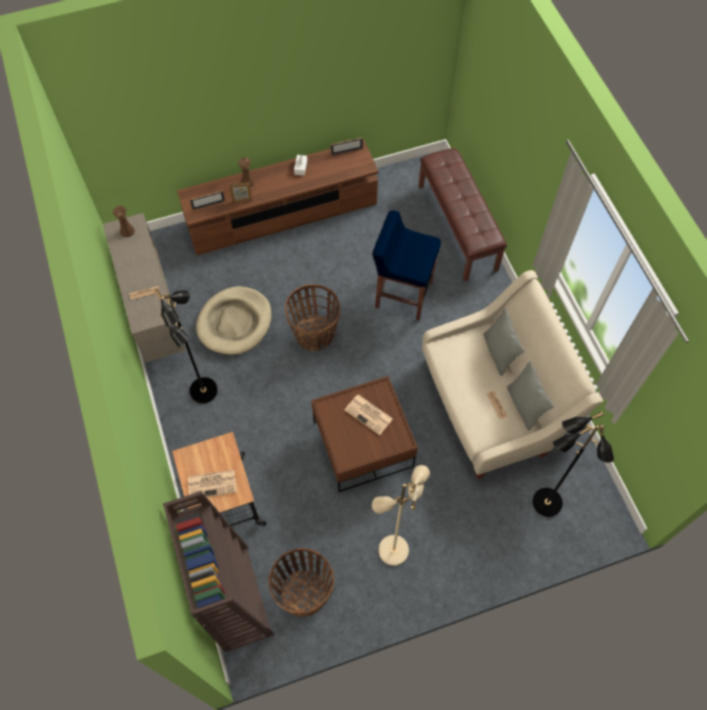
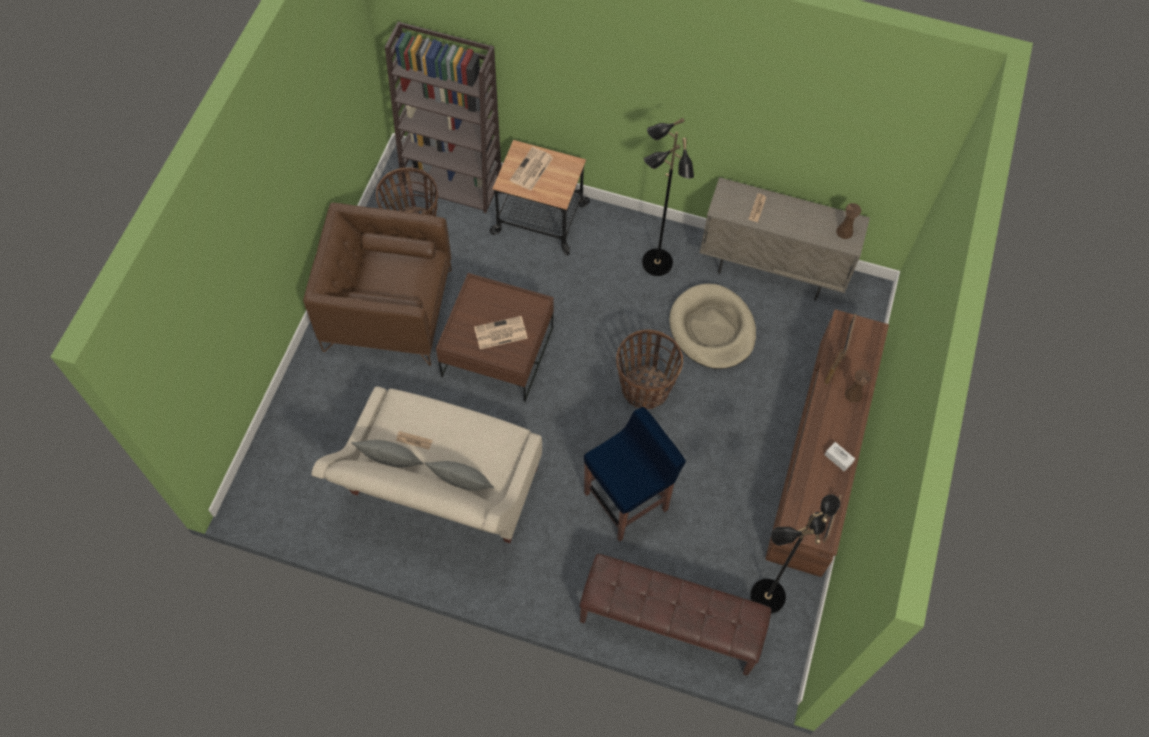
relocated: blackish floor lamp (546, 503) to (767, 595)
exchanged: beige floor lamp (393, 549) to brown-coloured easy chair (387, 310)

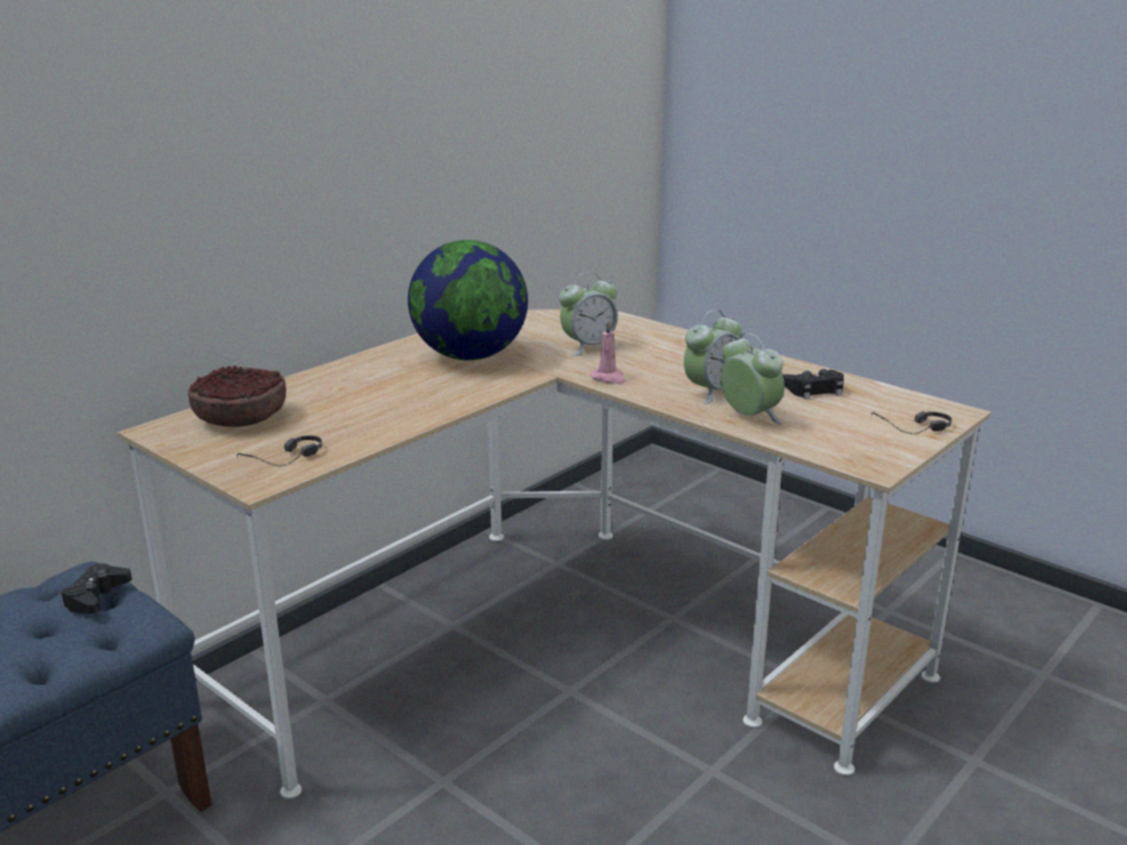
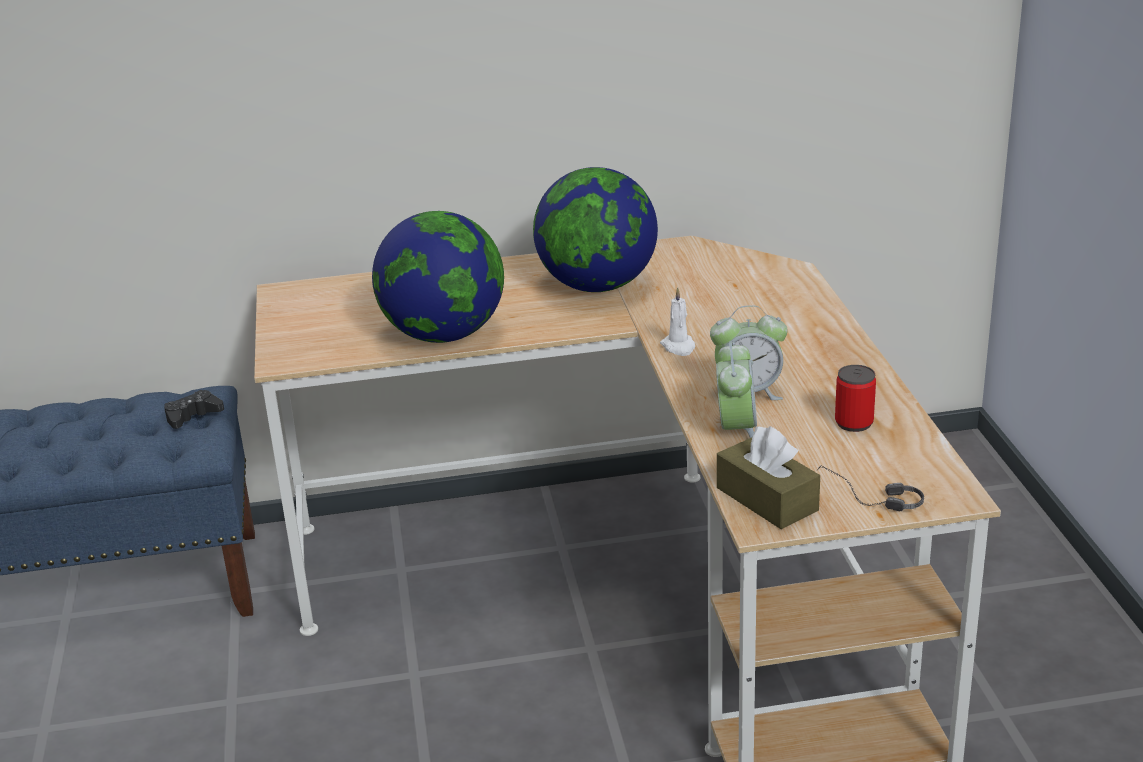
missing: bedside clock (588, 347); deep dish (241, 418); pair of headphones (284, 462)
appeared: desk globe (444, 335); brown-coloured box of tissues (767, 499)
exchanged: blackish gamepad (815, 390) to metal can (854, 423)
colour: pink candle (609, 378) to white candle (679, 347)

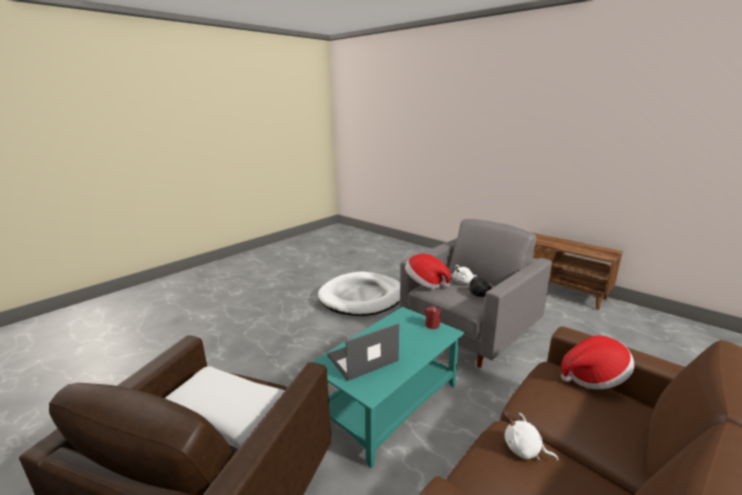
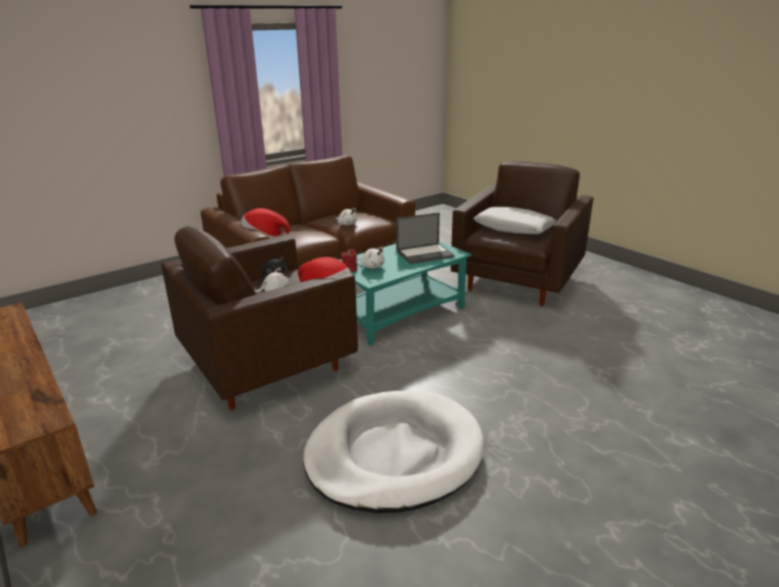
appeared: white plush toy (372, 266)
colour: grey easy chair (469, 334) to brown-coloured easy chair (268, 365)

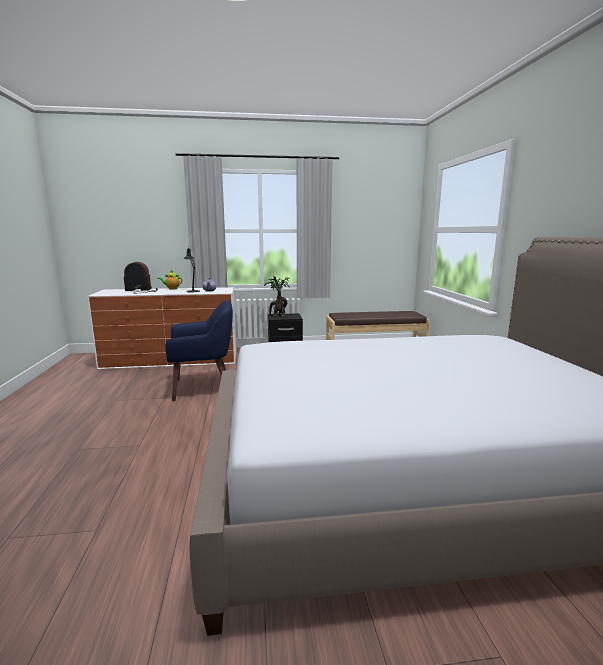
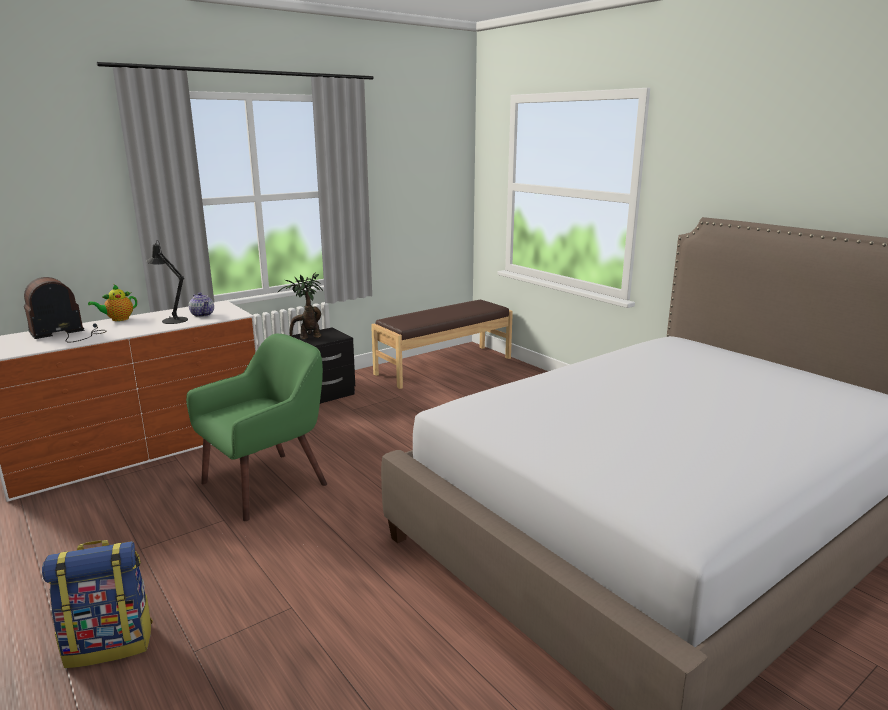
appeared: backpack (110, 643)
colour: blue-coloured easy chair (203, 387) to greenish easy chair (266, 483)

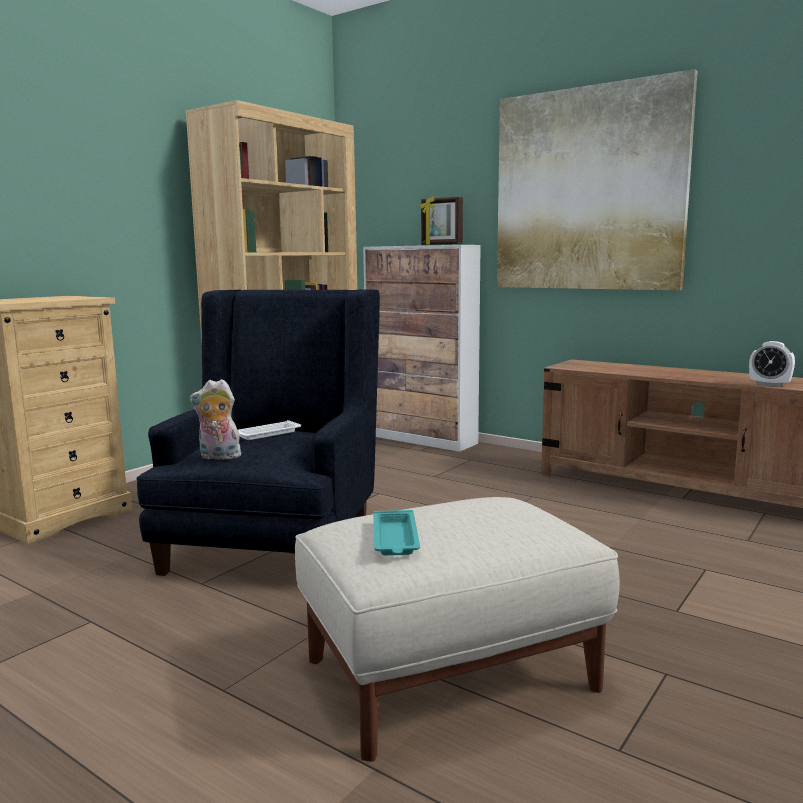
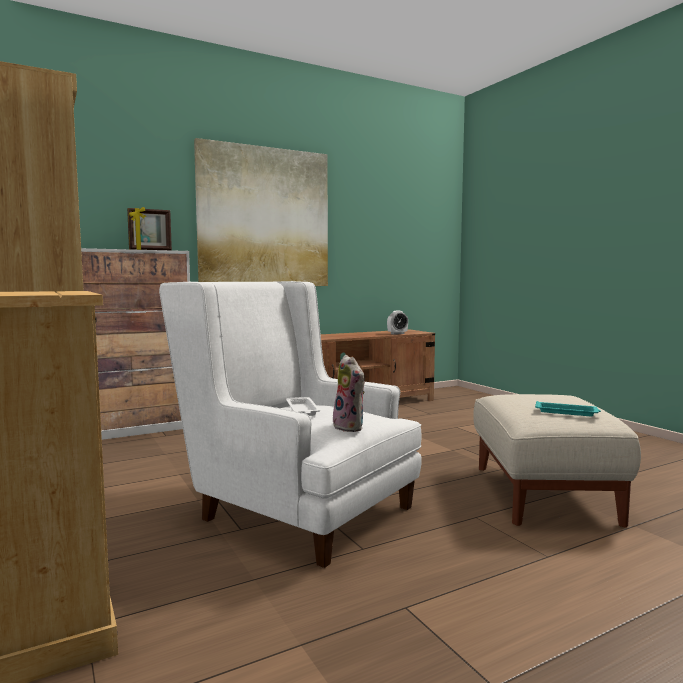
colour: blue-coloured easy chair (277, 538) to white easy chair (295, 508)
spun: plush toy (218, 457) = (351, 427) 60 degrees counterclockwise

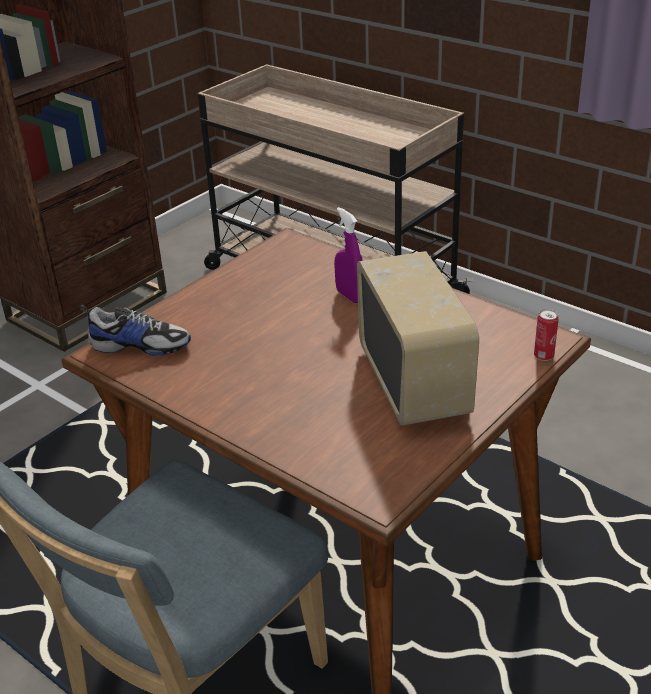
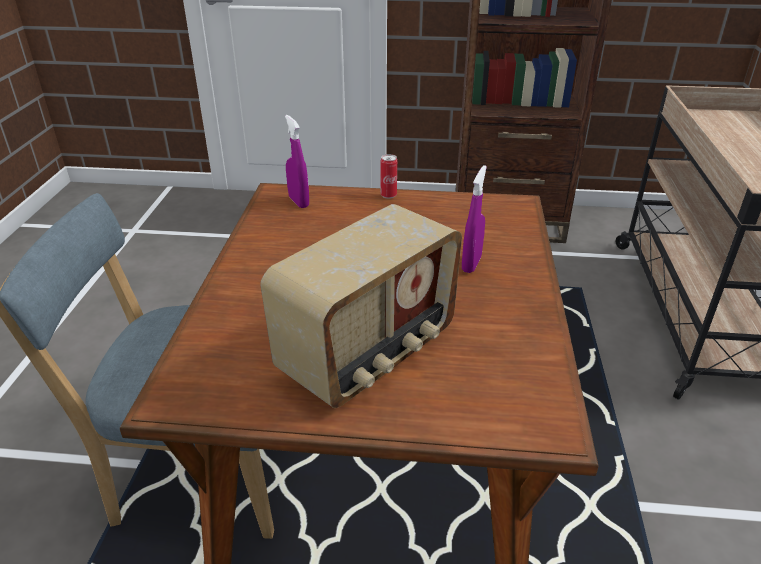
relocated: metal can (543, 356) to (388, 195)
exchanged: item of footwear (140, 345) to purple sprayer (298, 202)

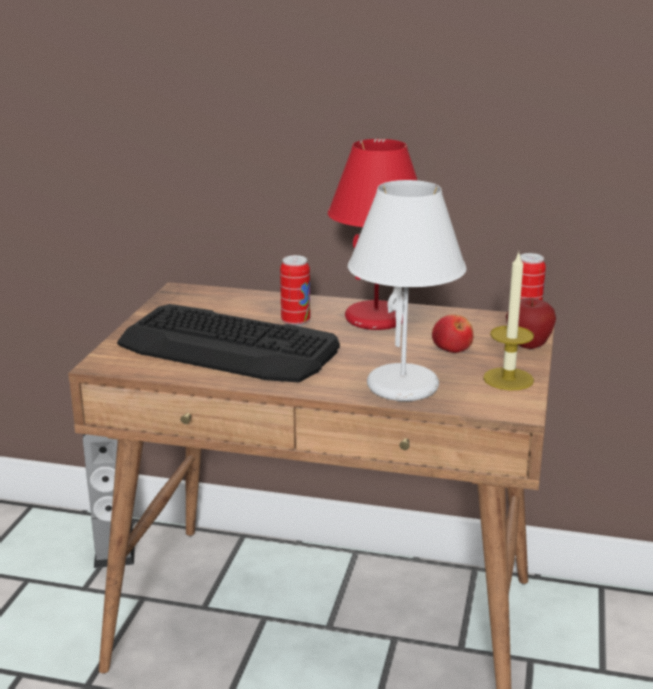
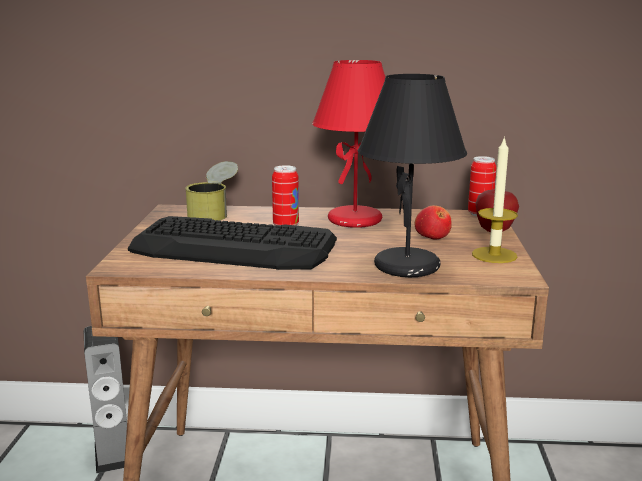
appeared: metal can (214, 213)
colour: white tabletop lamp (403, 387) to blackish tabletop lamp (408, 267)

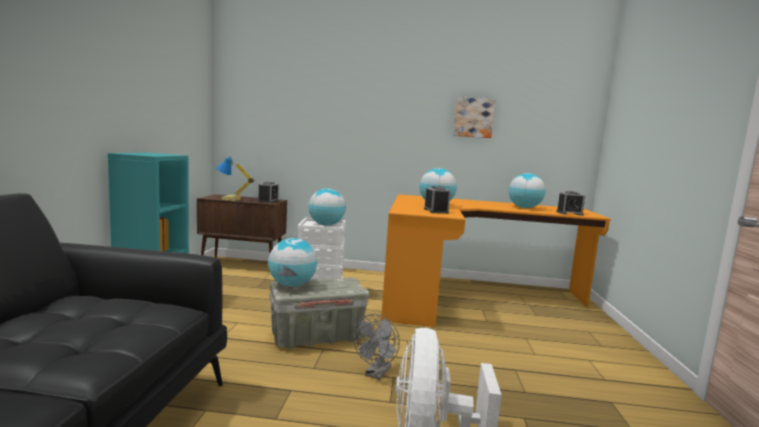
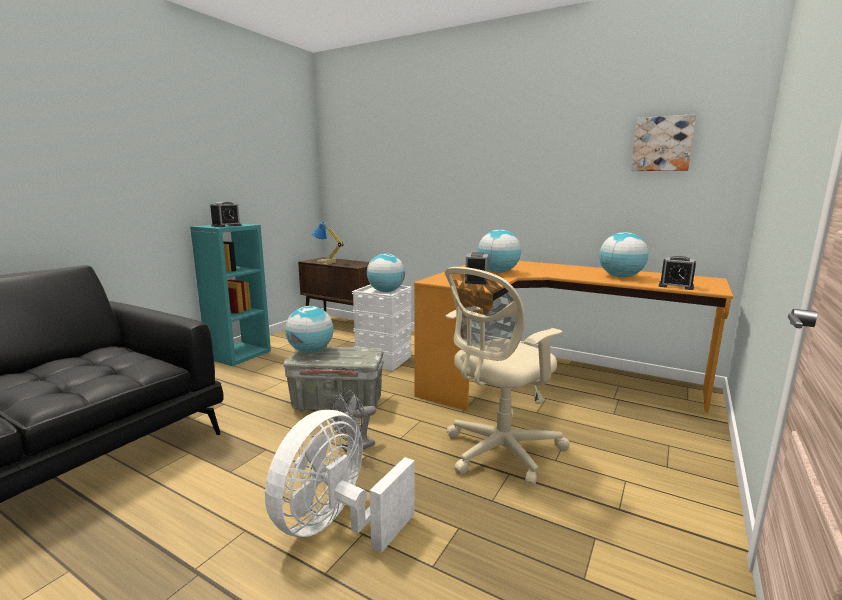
appeared: beige computer chair (498, 452)
relocated: wall picture (473, 117) to (662, 144); bedside clock (268, 201) to (226, 226)

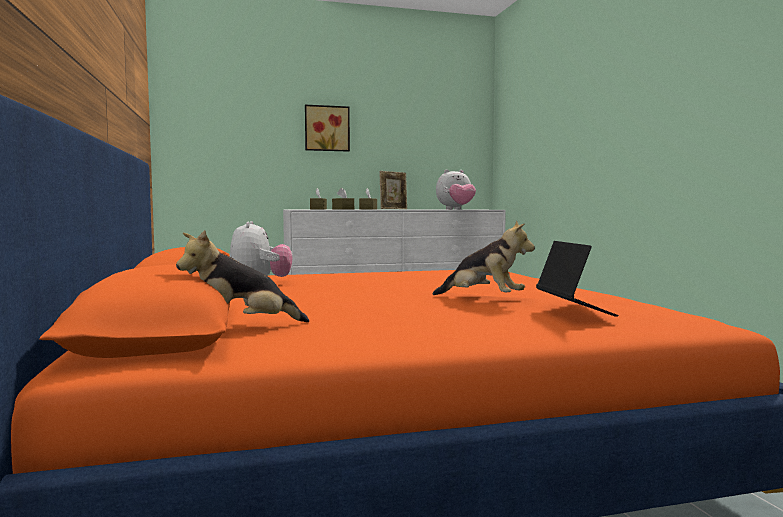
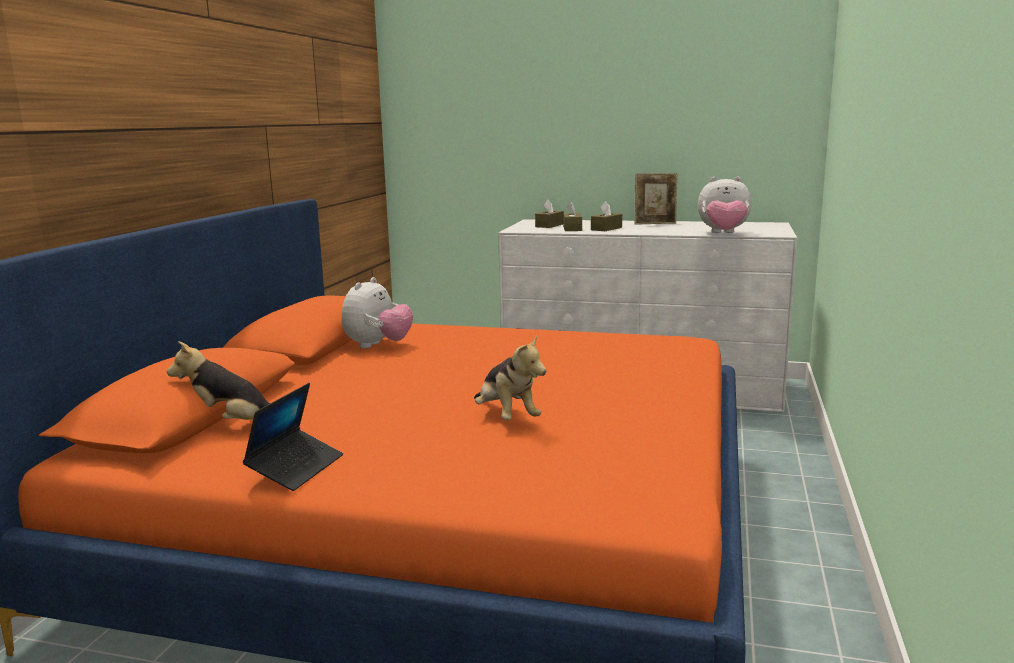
missing: wall picture (327, 128)
relocated: portable computer (574, 310) to (296, 468)

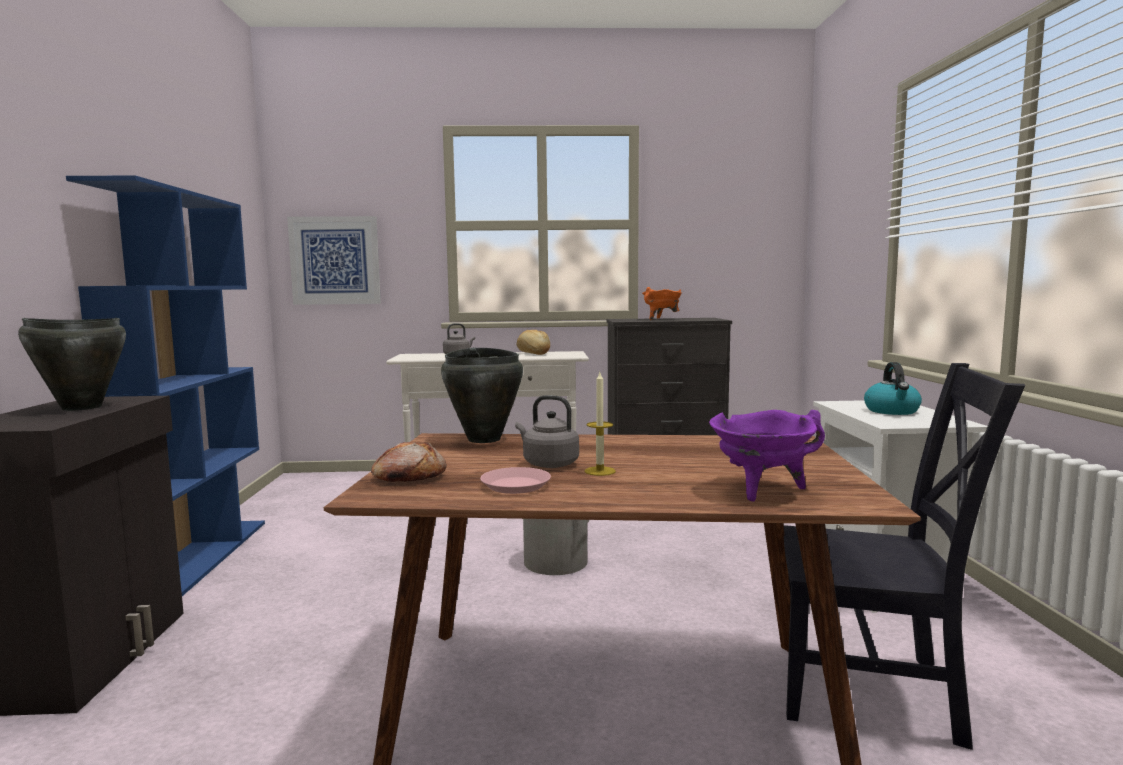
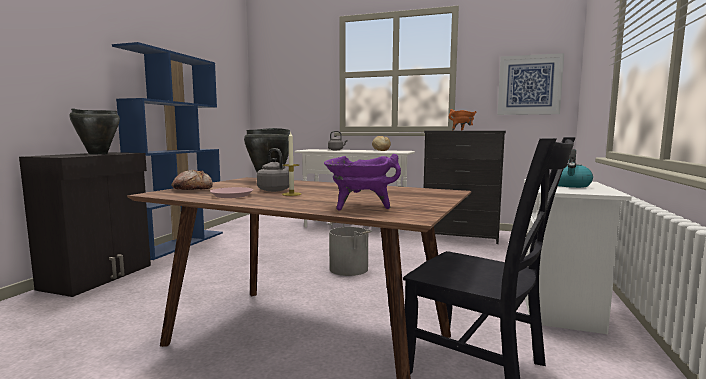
relocated: wall picture (335, 260) to (529, 85)

